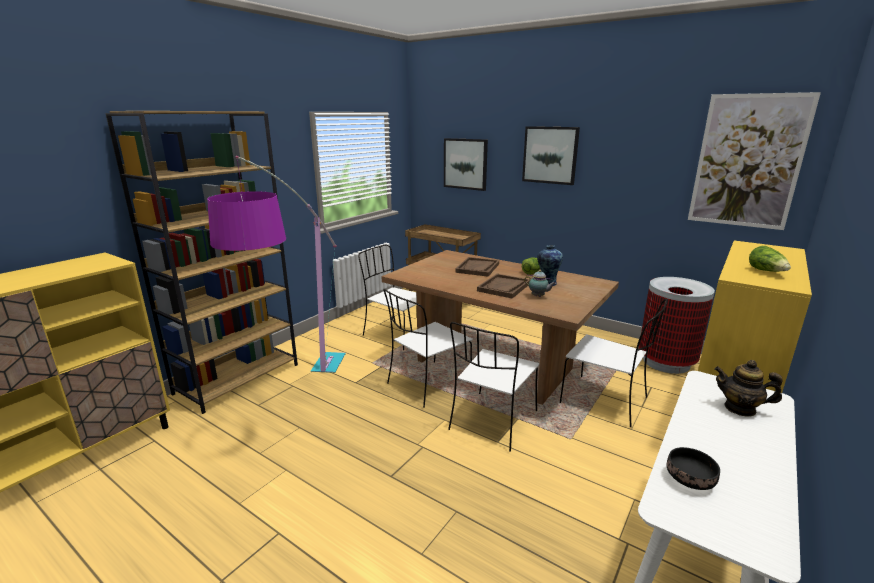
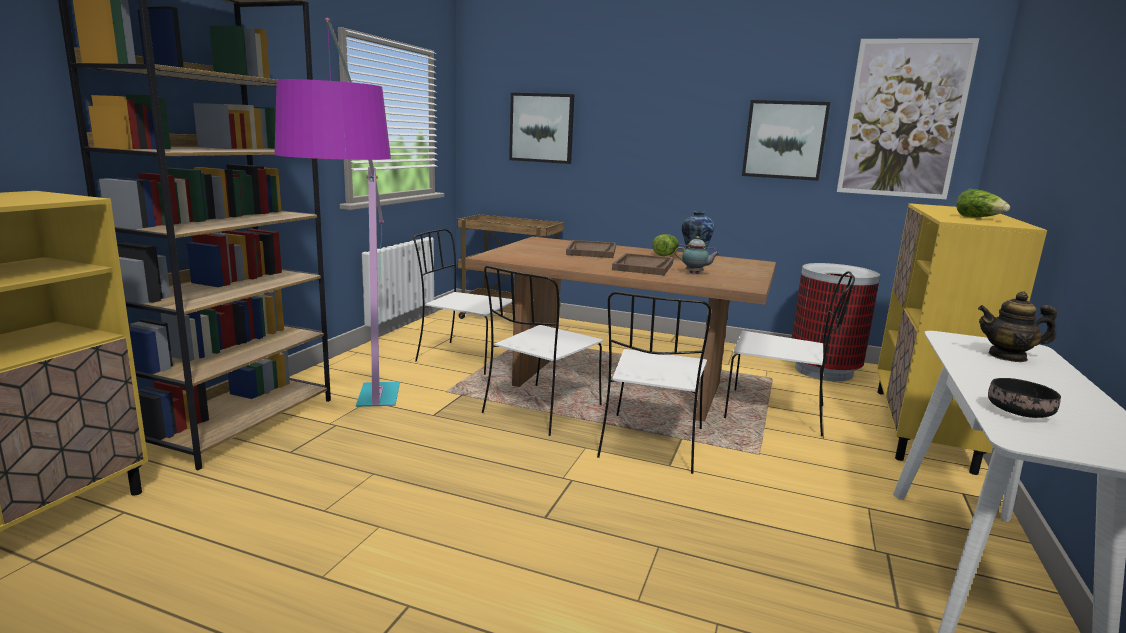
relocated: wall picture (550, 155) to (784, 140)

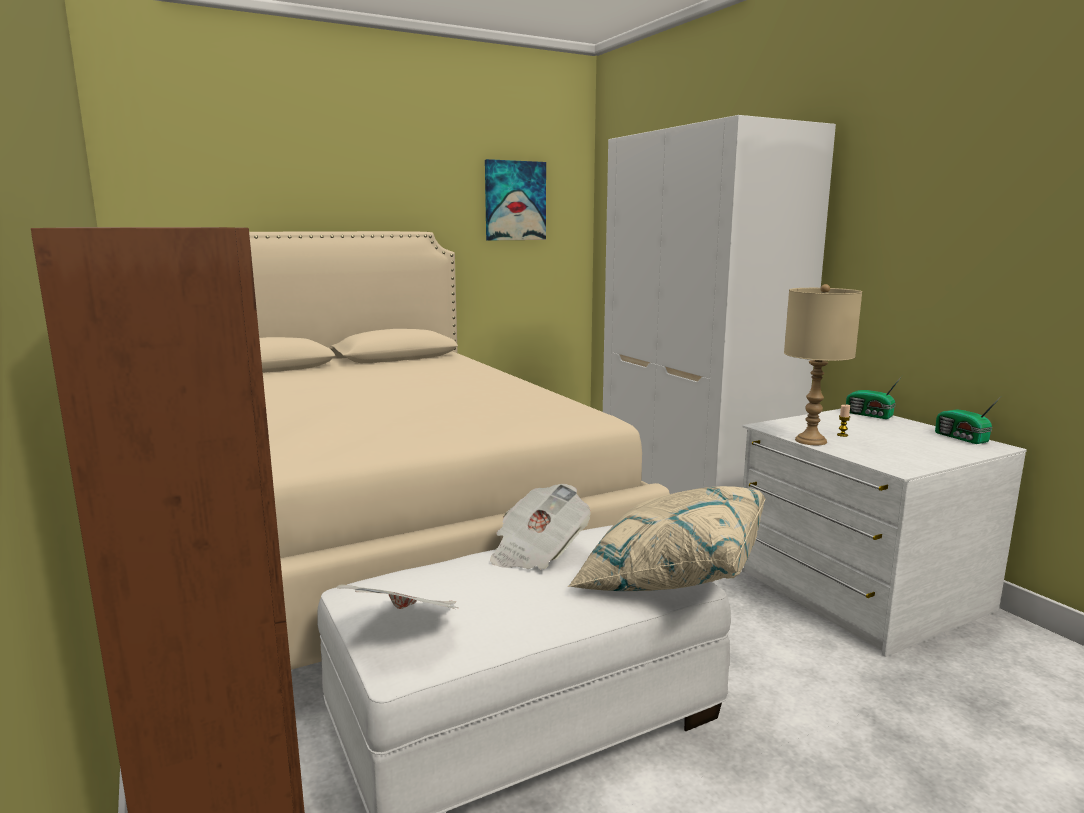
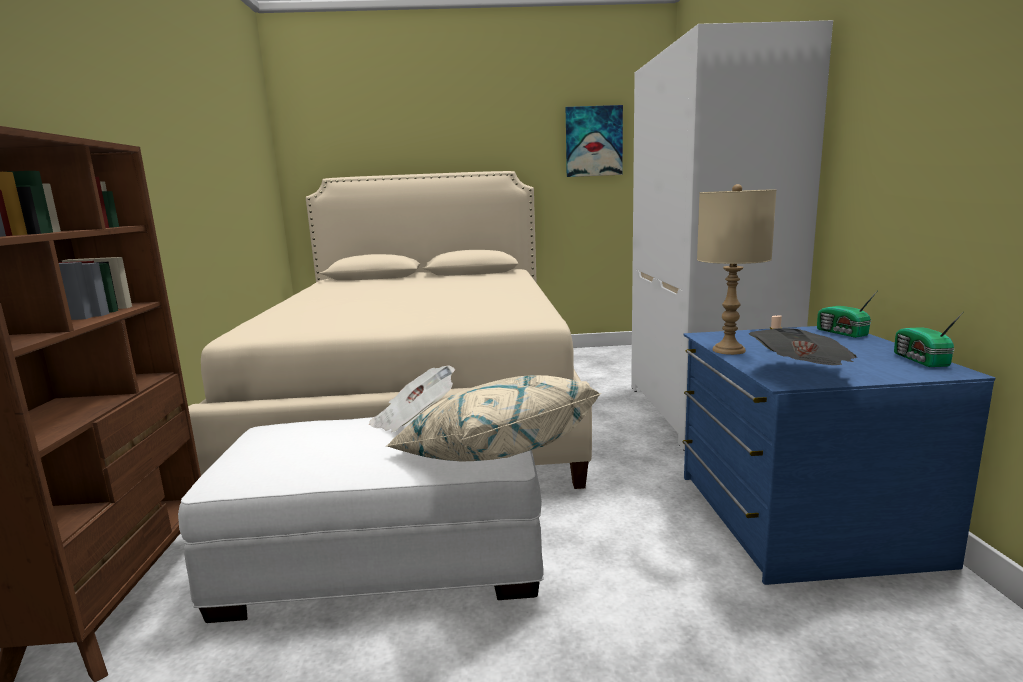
relocated: newspaper (406, 626) to (802, 374)
colour: white dresser (857, 590) to blue-coloured dresser (798, 517)

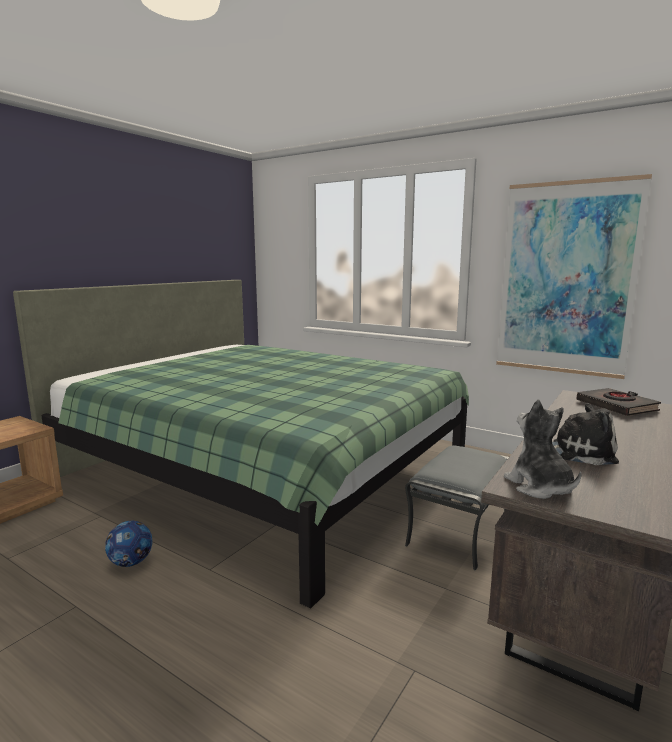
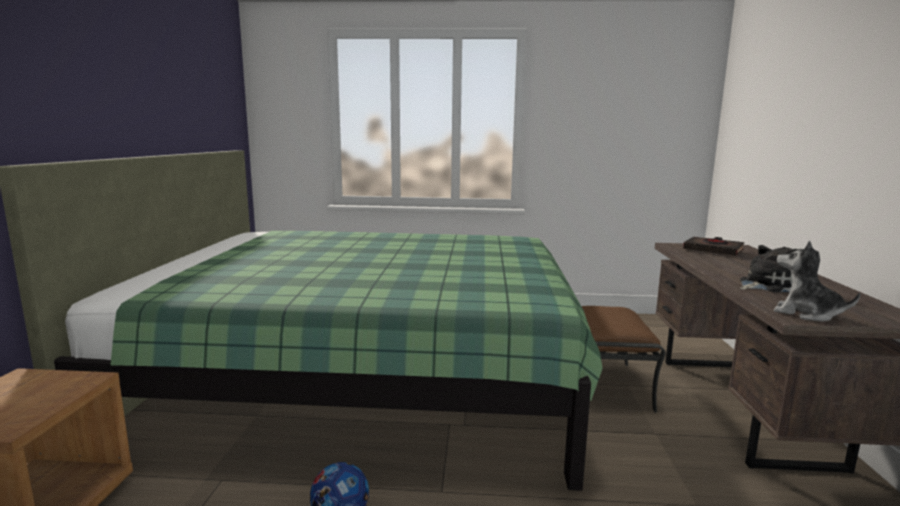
missing: wall picture (566, 279)
colour: grey ottoman (458, 530) to brown-coloured ottoman (606, 384)

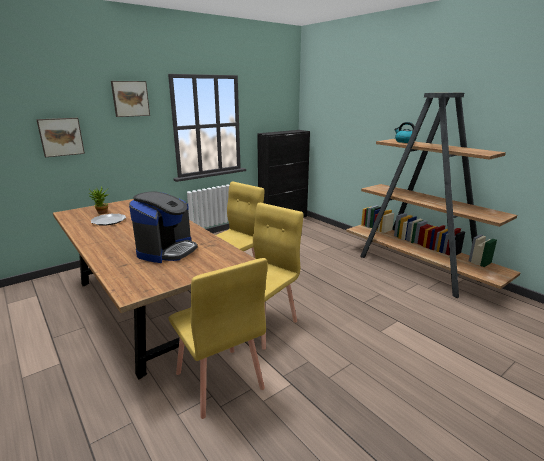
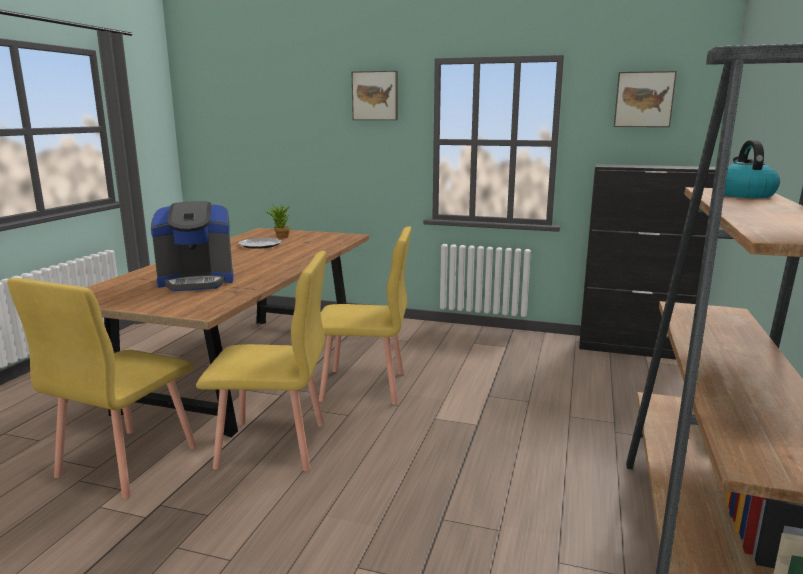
relocated: wall picture (61, 137) to (643, 99)

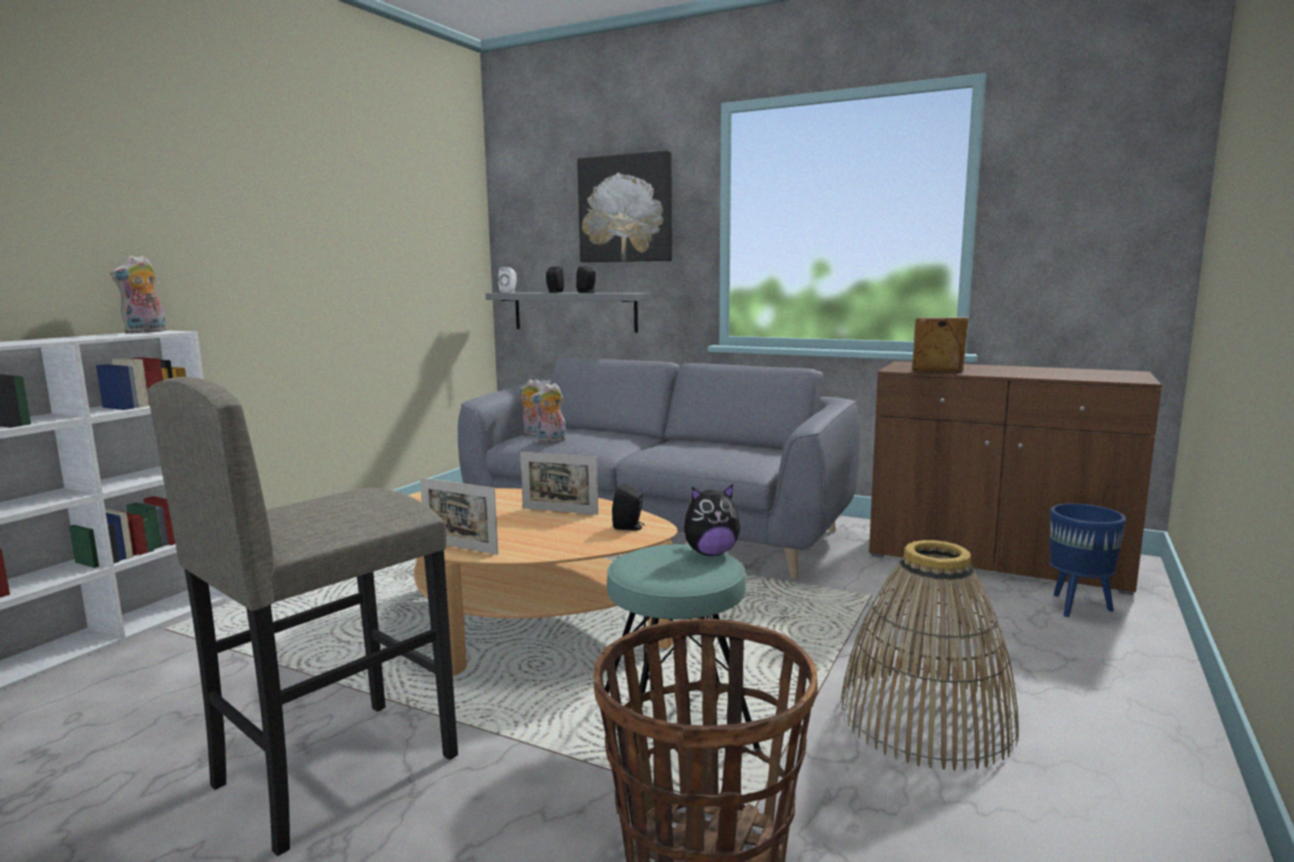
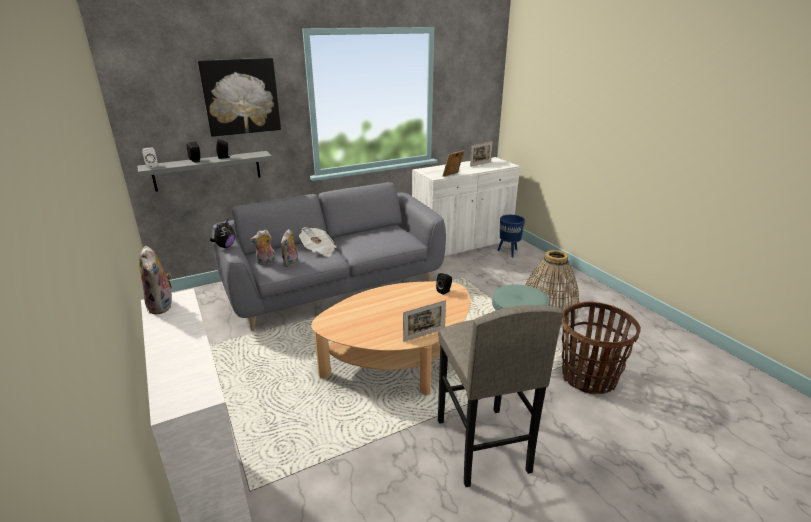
appeared: newspaper (319, 250)
relocated: standing frame (560, 511) to (480, 164); plush toy (710, 553) to (225, 246)
colour: brown-coloured storage cabinet (995, 560) to white storage cabinet (462, 244)

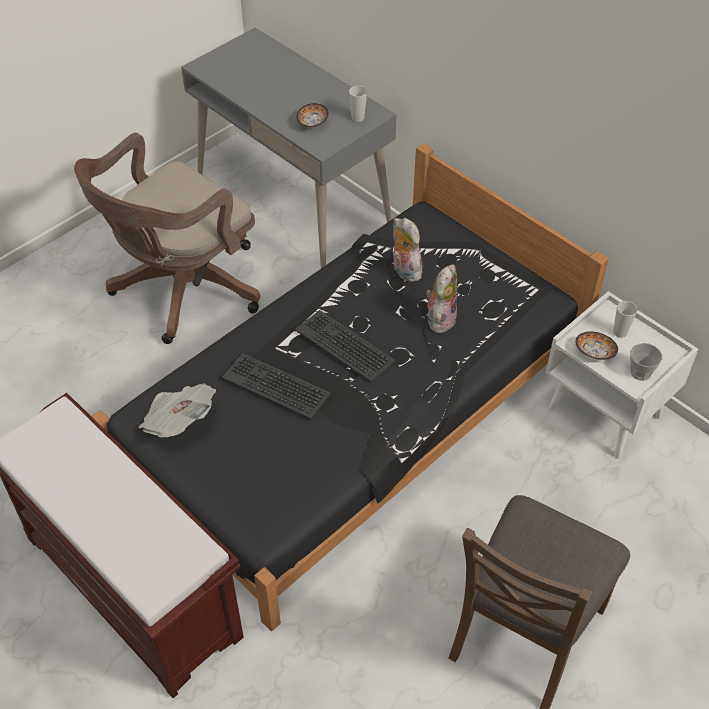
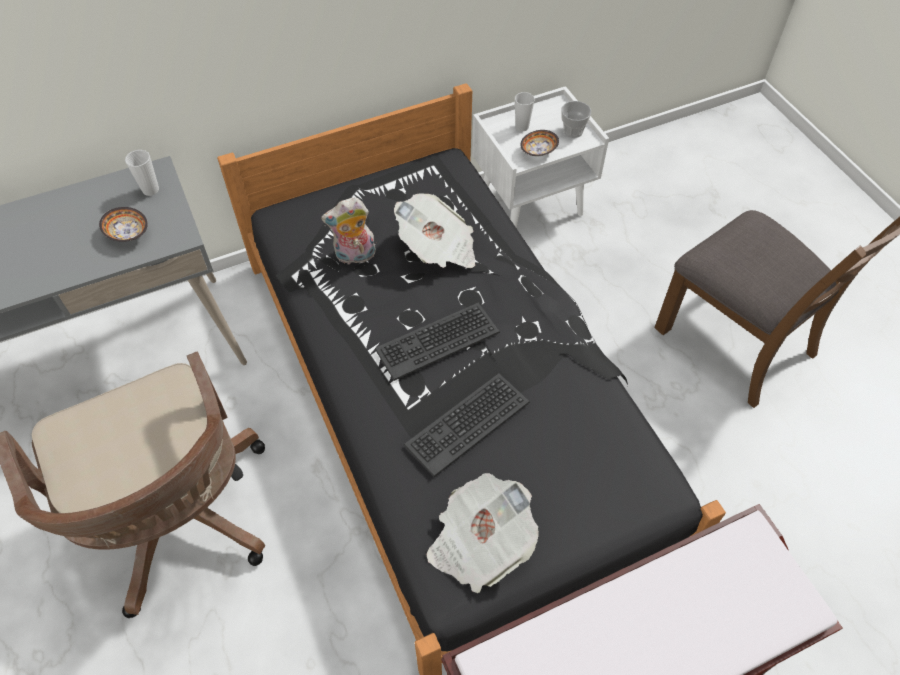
exchanged: plush toy (440, 318) to newspaper (438, 248)

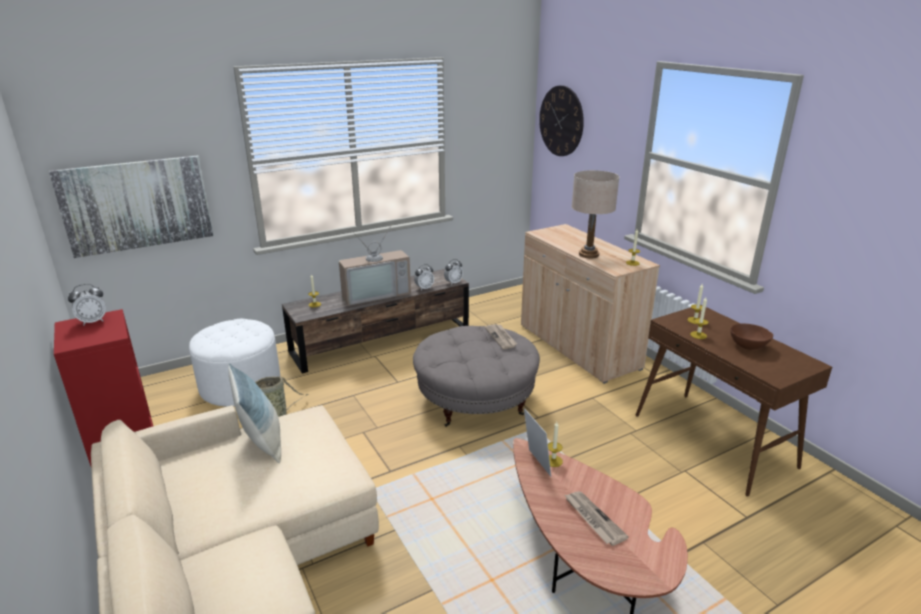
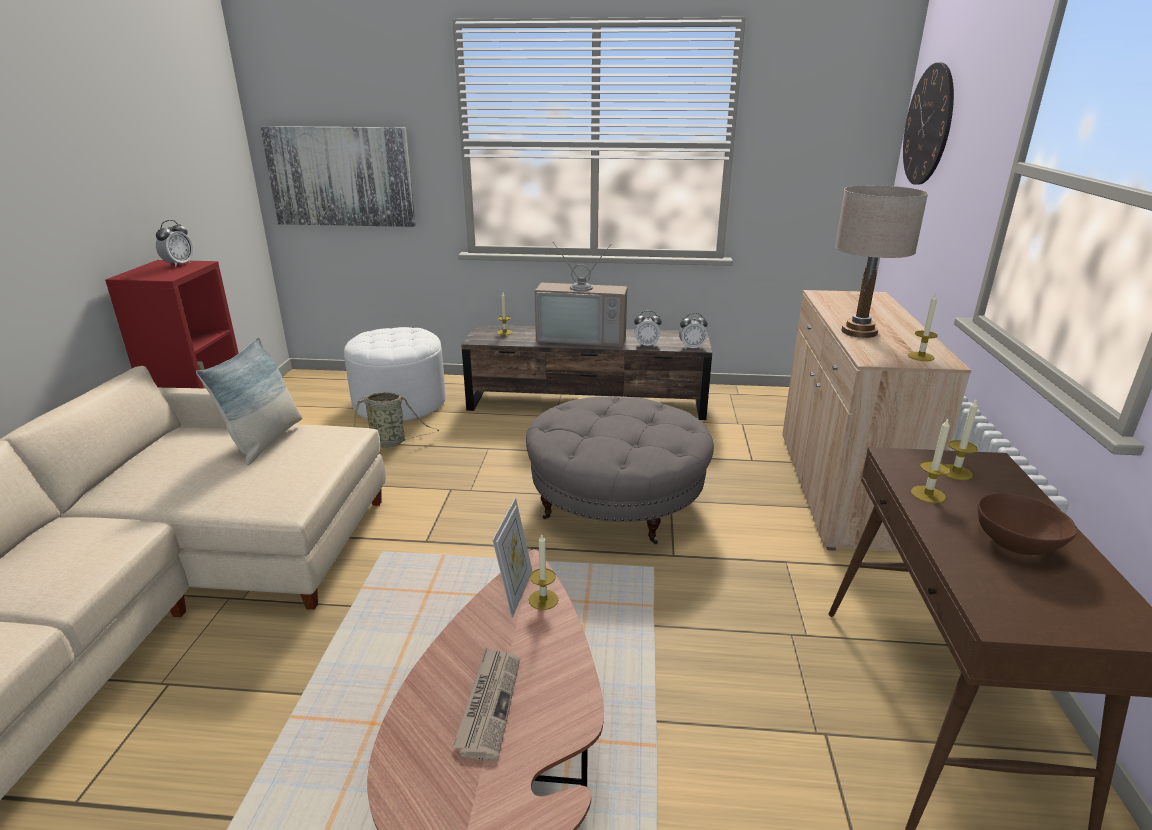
missing: newspaper (501, 337)
spun: bedside clock (93, 321) = (179, 264) 75 degrees counterclockwise

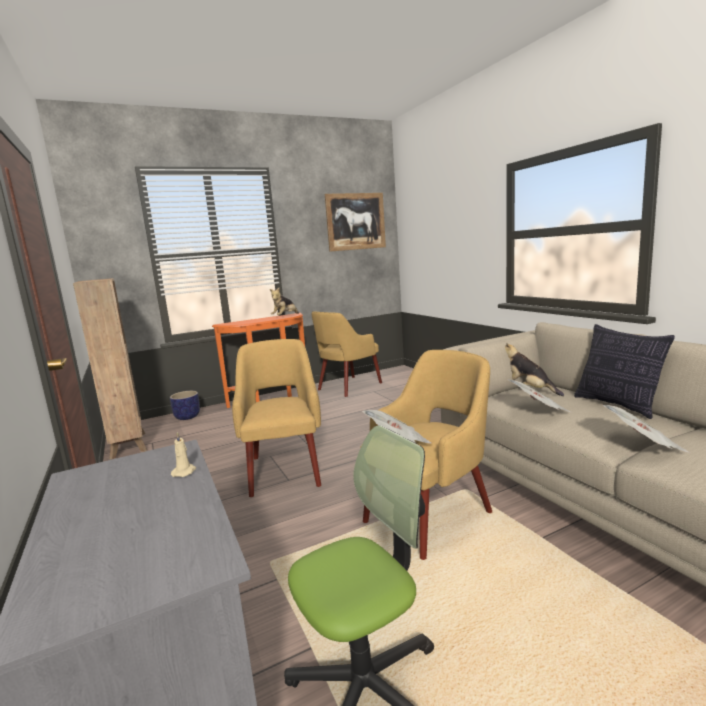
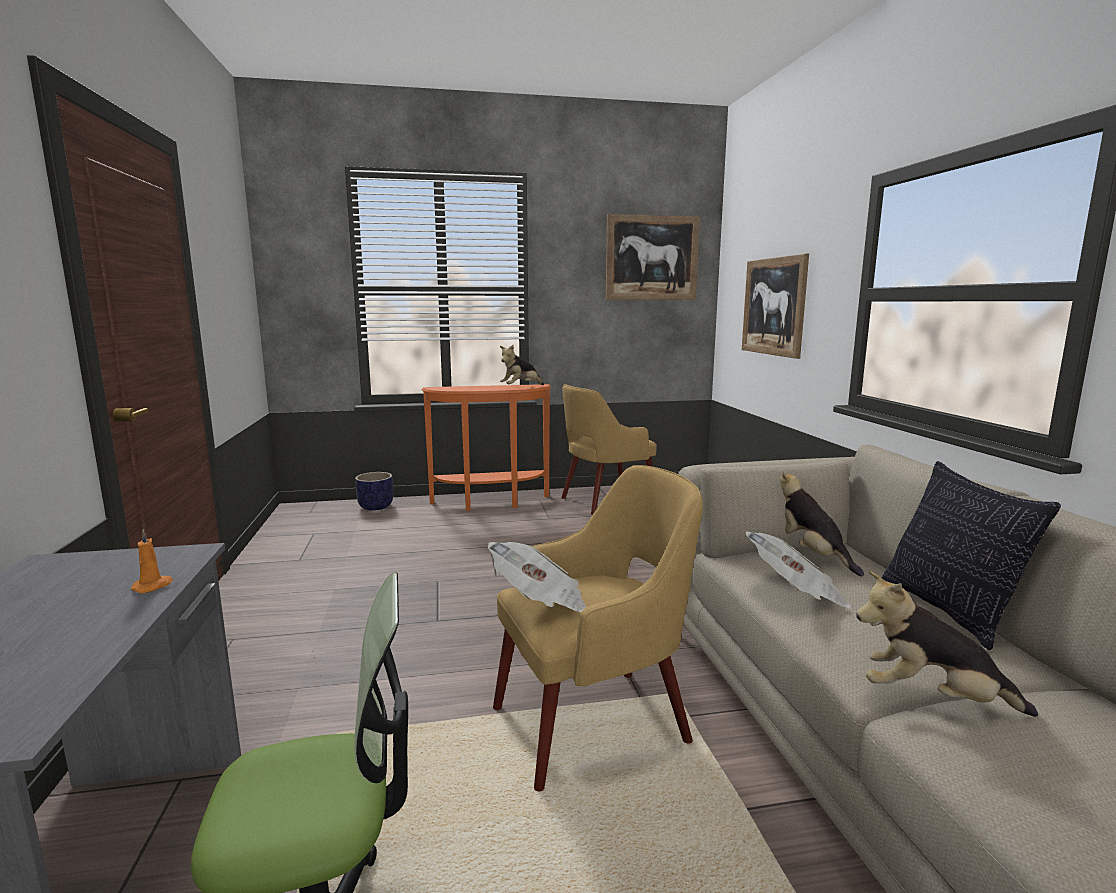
missing: brown-coloured bookcase (128, 445); yellow-coloured easy chair (285, 469)
appeared: wall picture (773, 306)
exchanged: newspaper (643, 446) to plush toy (931, 699)
colour: beige candle (184, 472) to orange candle (153, 586)

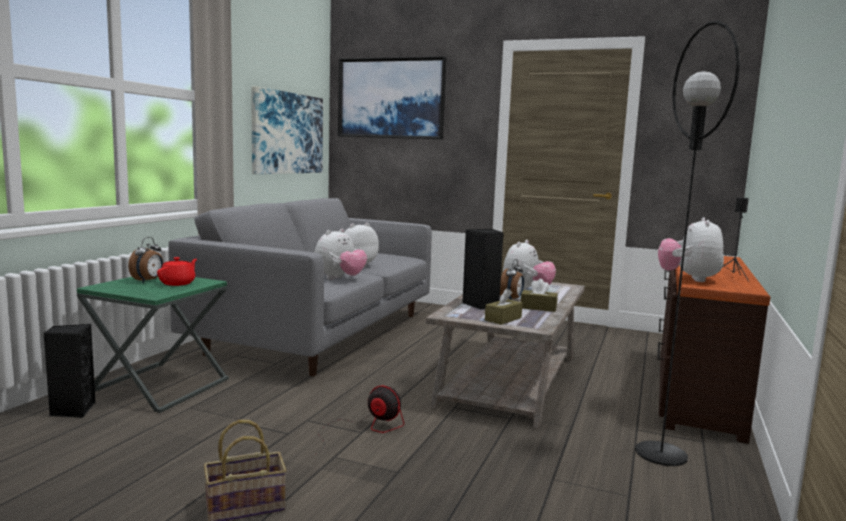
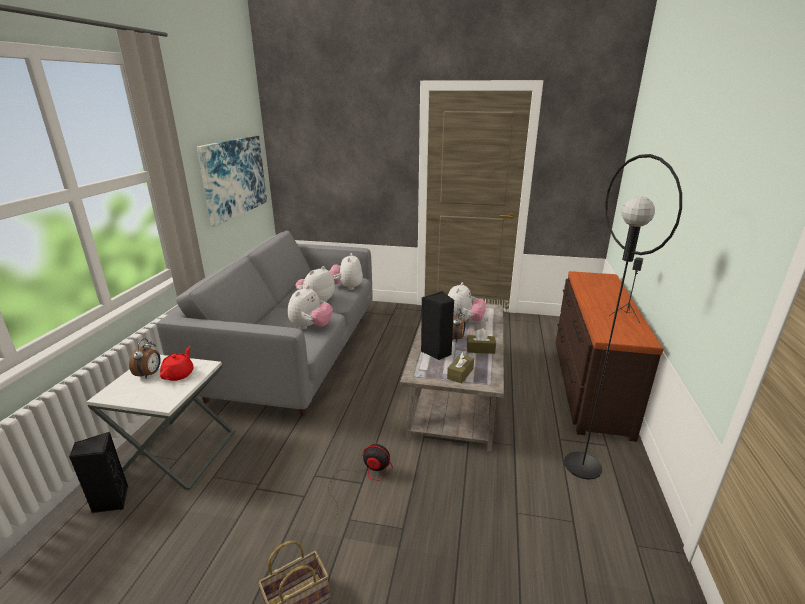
missing: wall picture (391, 98)
relocated: plush toy (688, 279) to (346, 287)
colour: greenish end table (159, 387) to white end table (178, 453)

